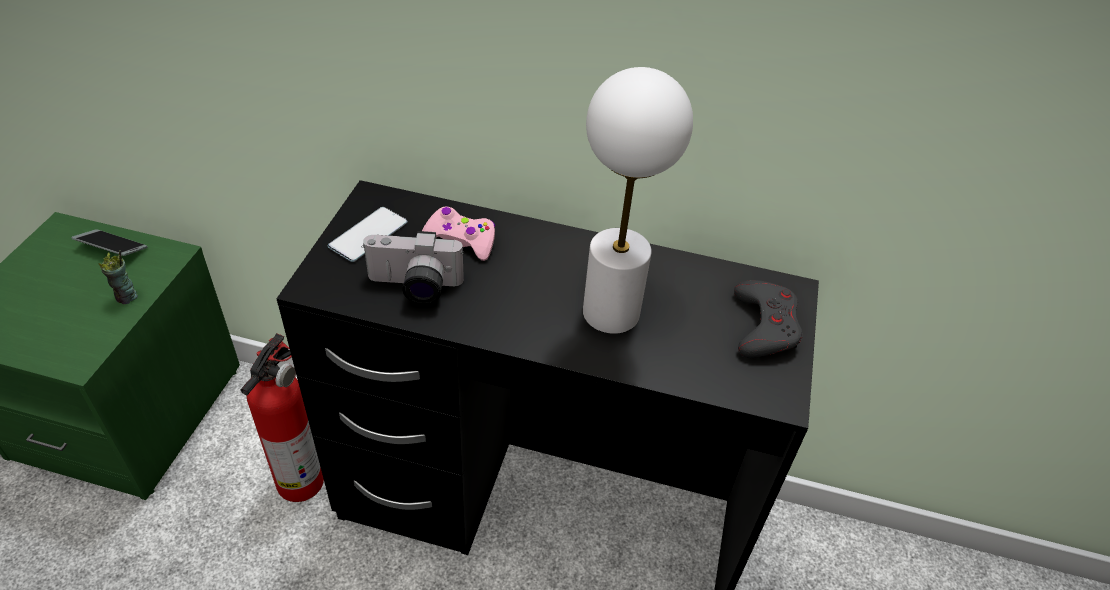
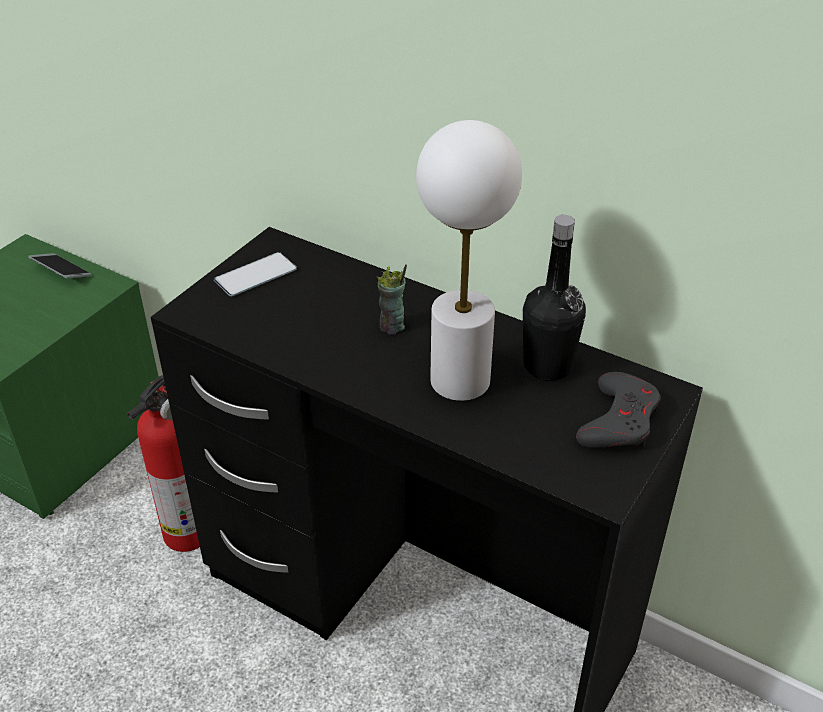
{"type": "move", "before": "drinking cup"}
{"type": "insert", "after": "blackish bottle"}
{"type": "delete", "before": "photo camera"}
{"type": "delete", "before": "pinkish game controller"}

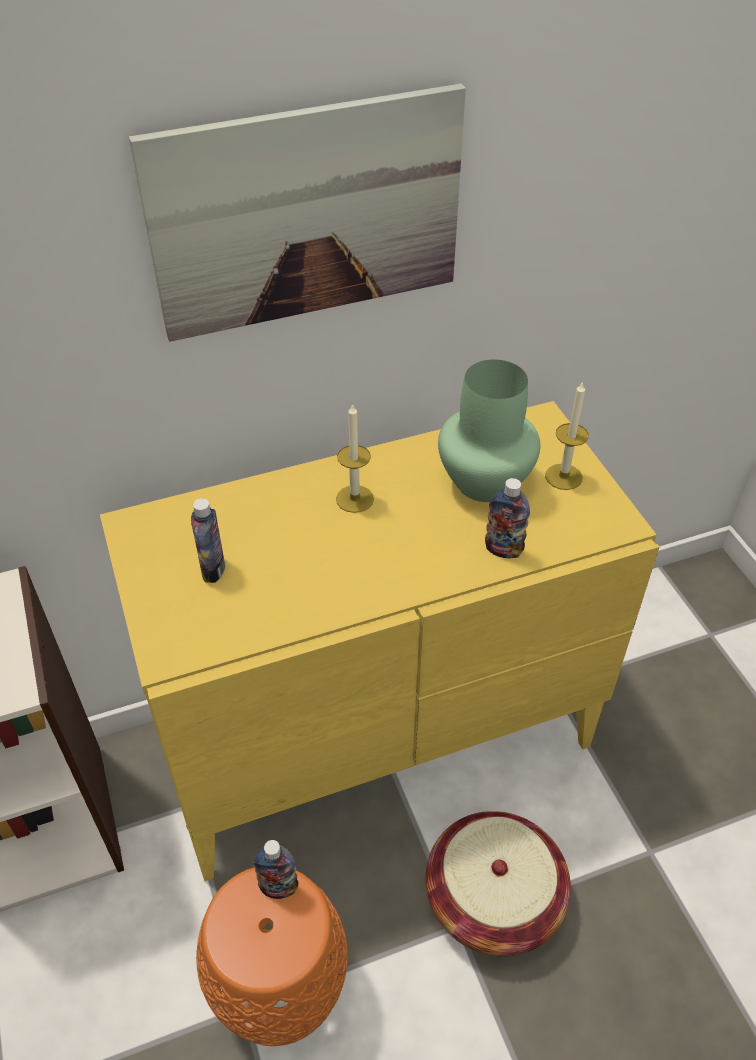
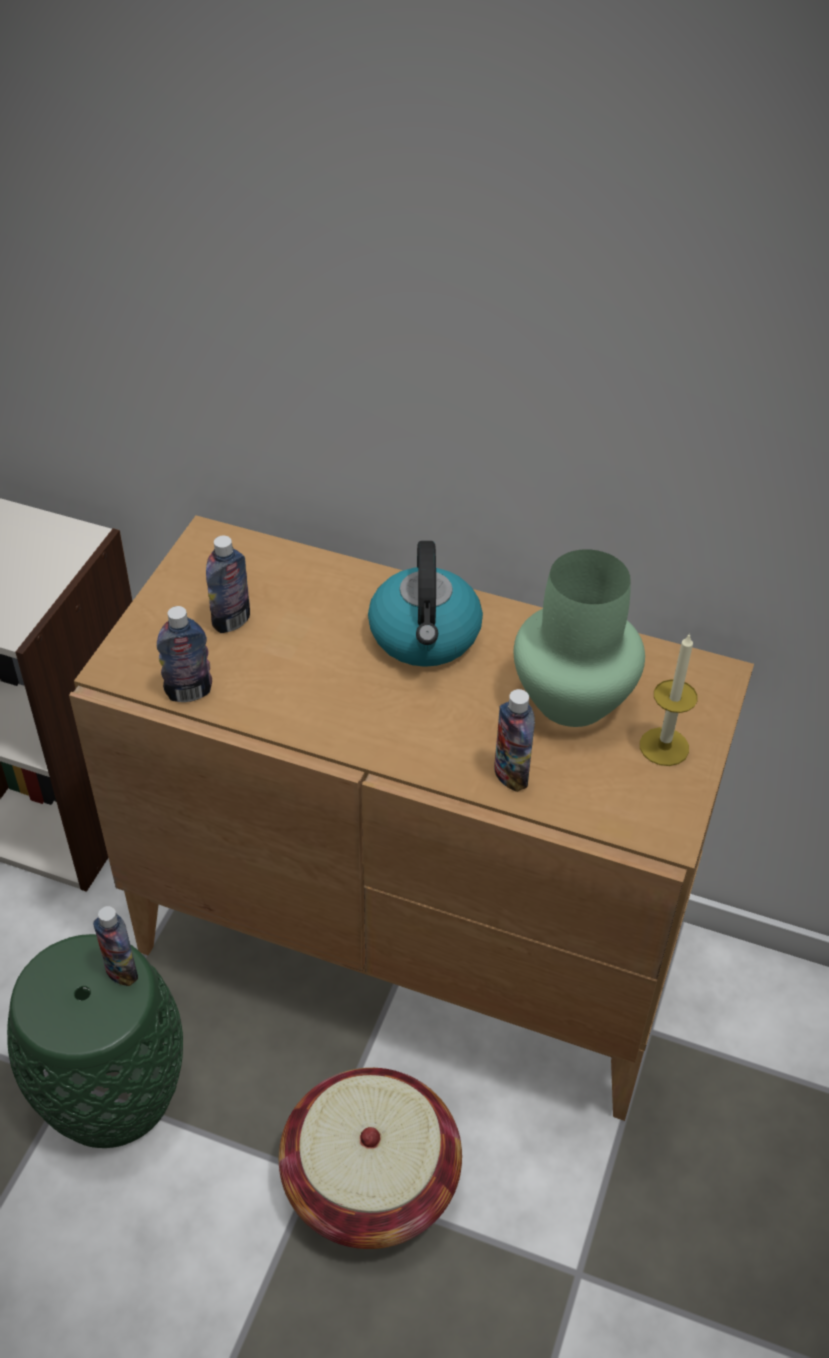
{"type": "recolor", "before": "orange-coloured stool seat", "after": "green stool seat"}
{"type": "recolor", "before": "yellow-coloured cupboard", "after": "brown cupboard"}
{"type": "insert", "after": "bottle (2nd from left)"}
{"type": "replace", "before": "wax light (1st from left)", "after": "tea kettle"}
{"type": "delete", "before": "wall art"}

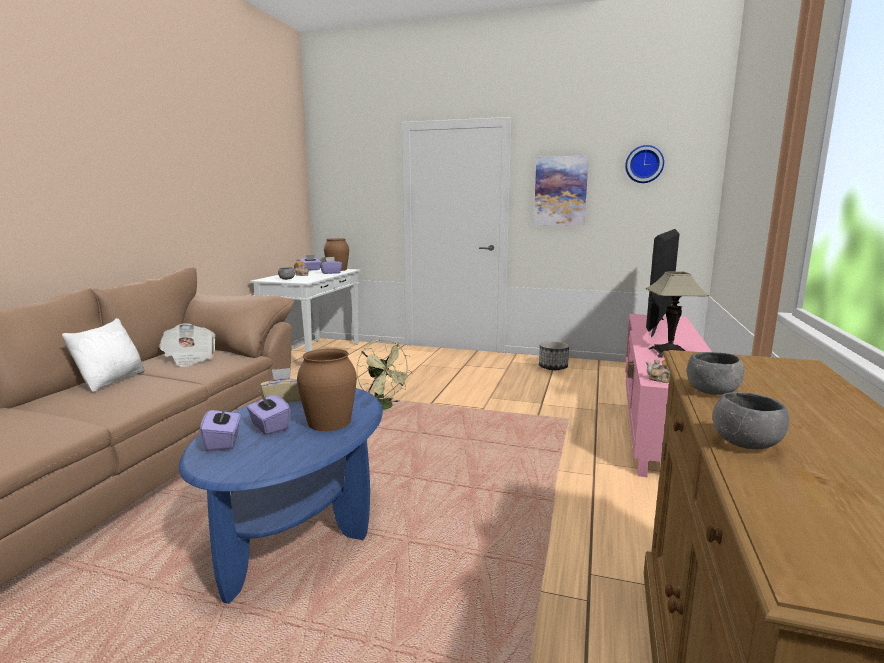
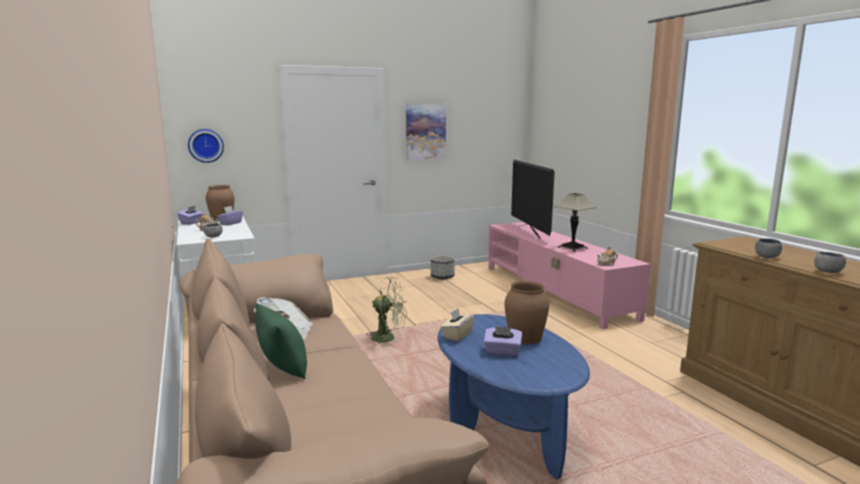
{"type": "move", "before": "wall clock"}
{"type": "recolor", "before": "white cushion", "after": "green cushion"}
{"type": "delete", "before": "purplish box of tissues (1st from left)"}

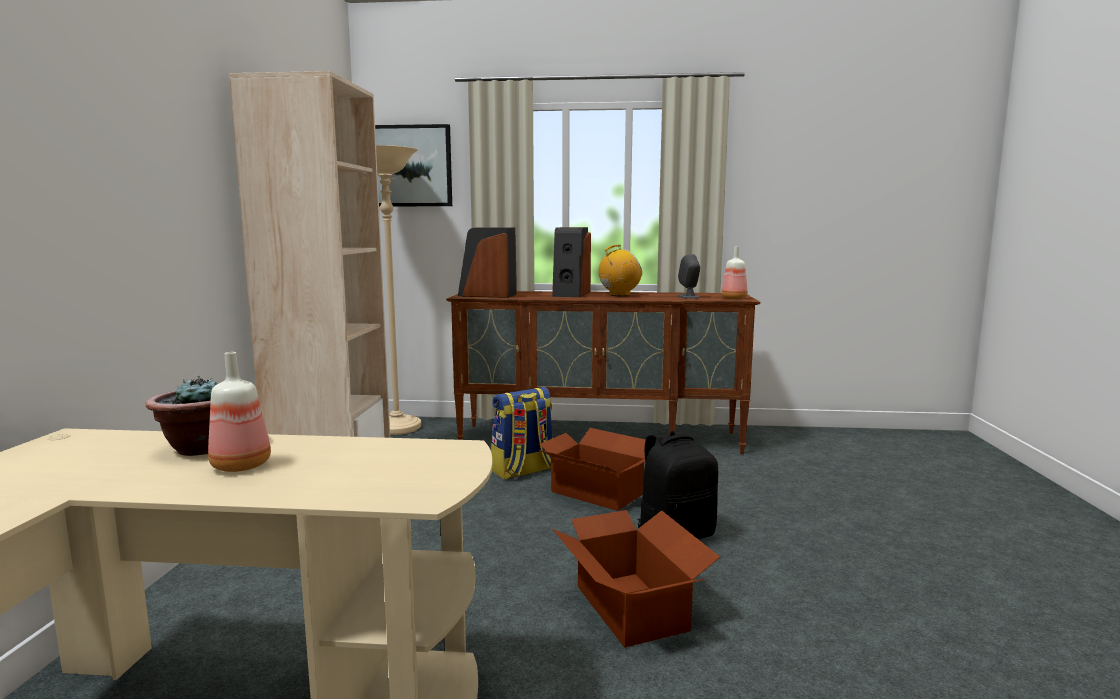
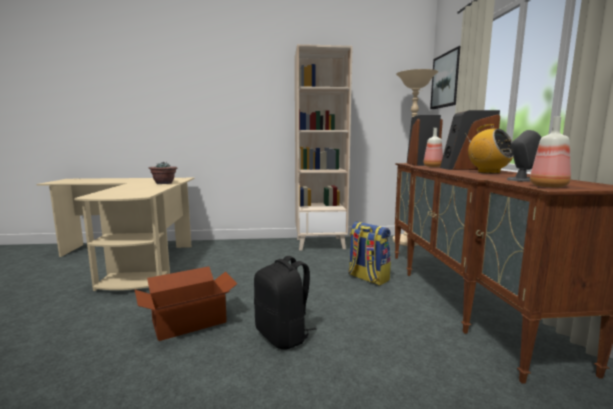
{"type": "move", "before": "bottle (1st from left)"}
{"type": "delete", "before": "packing box (1st from left)"}

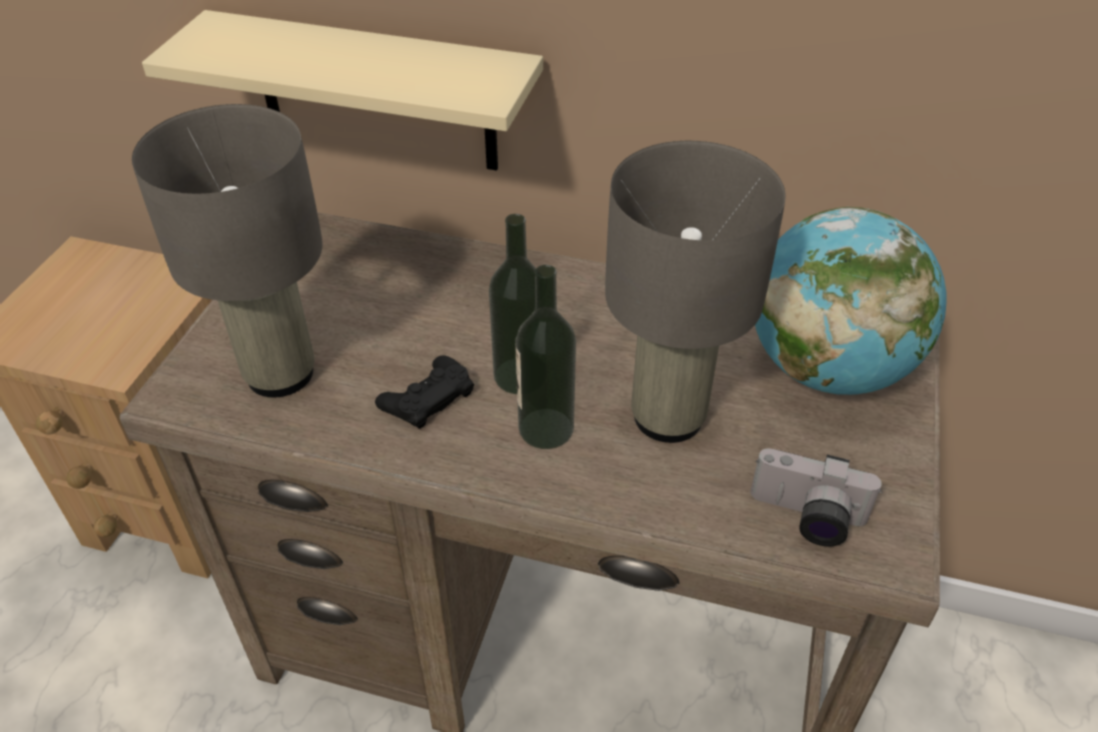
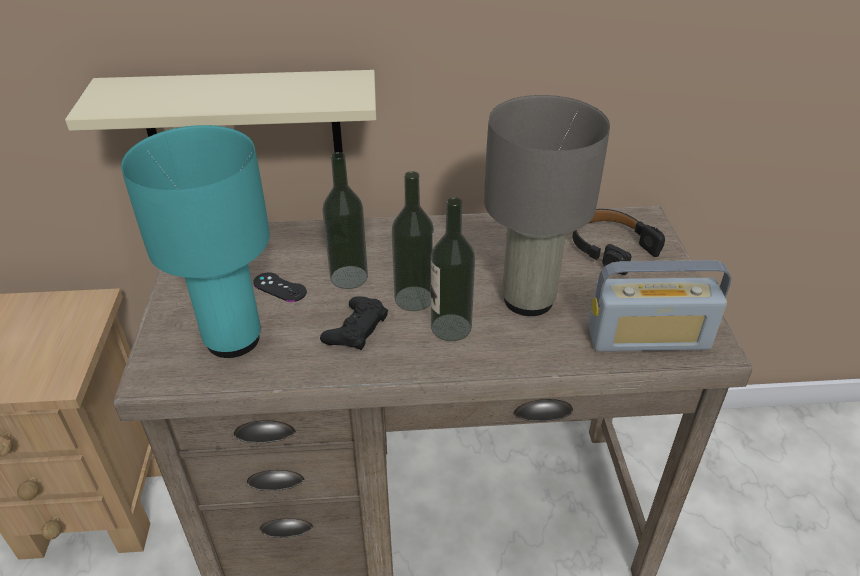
{"type": "recolor", "before": "grey tabletop lamp (1st from left)", "after": "turquoise-coloured tabletop lamp"}
{"type": "insert", "after": "blackish game controller (1st from left)"}
{"type": "insert", "after": "bottle (1st from left)"}
{"type": "replace", "before": "globe", "after": "blackish headset"}
{"type": "replace", "before": "photo camera", "after": "radio receiver"}

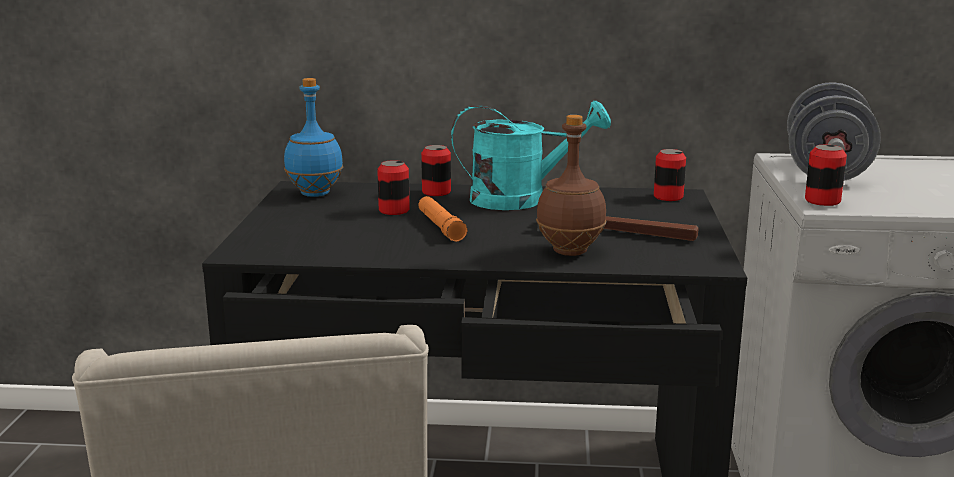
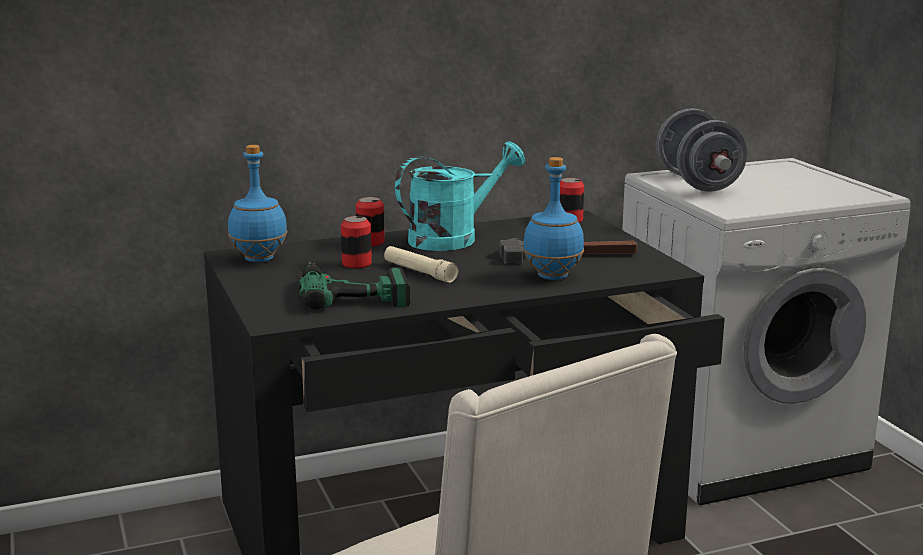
{"type": "insert", "after": "drill"}
{"type": "recolor", "before": "orange-coloured torch", "after": "beige torch"}
{"type": "recolor", "before": "brown bottle", "after": "blue bottle (2nd from left)"}
{"type": "delete", "before": "metal can (4th from left)"}

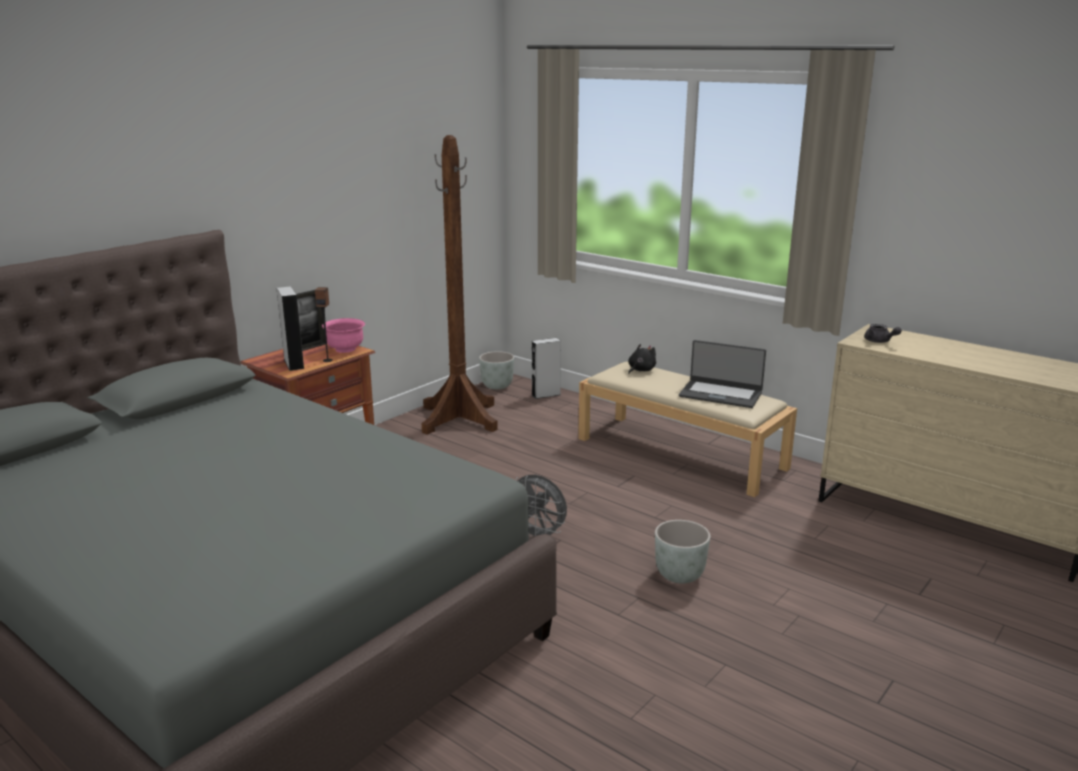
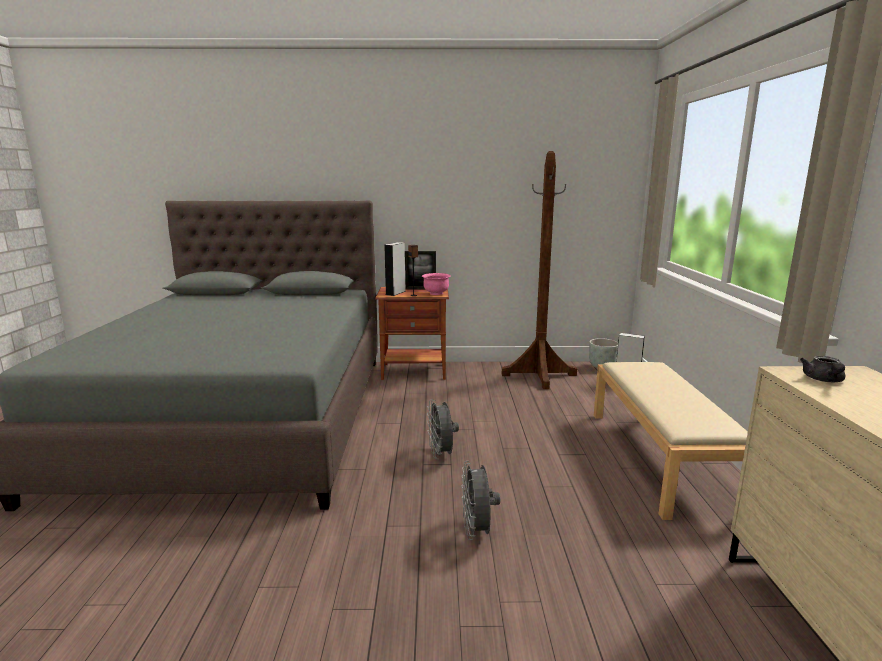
{"type": "replace", "before": "grey planter (2nd from left)", "after": "grey electric fan (2nd from left)"}
{"type": "delete", "before": "blackish cuddly toy"}
{"type": "delete", "before": "portable computer"}

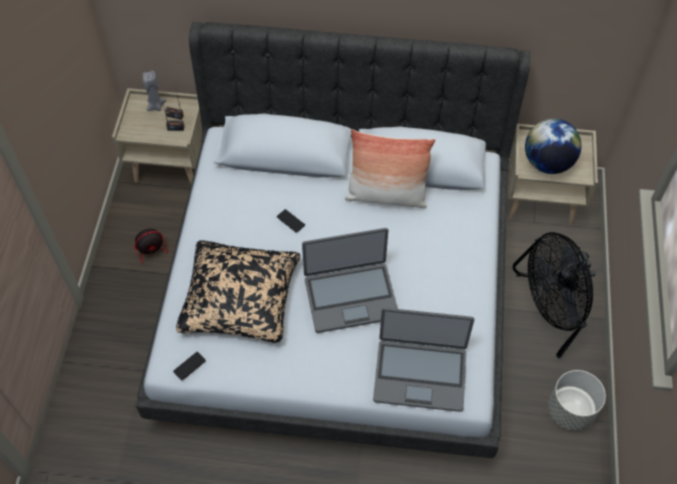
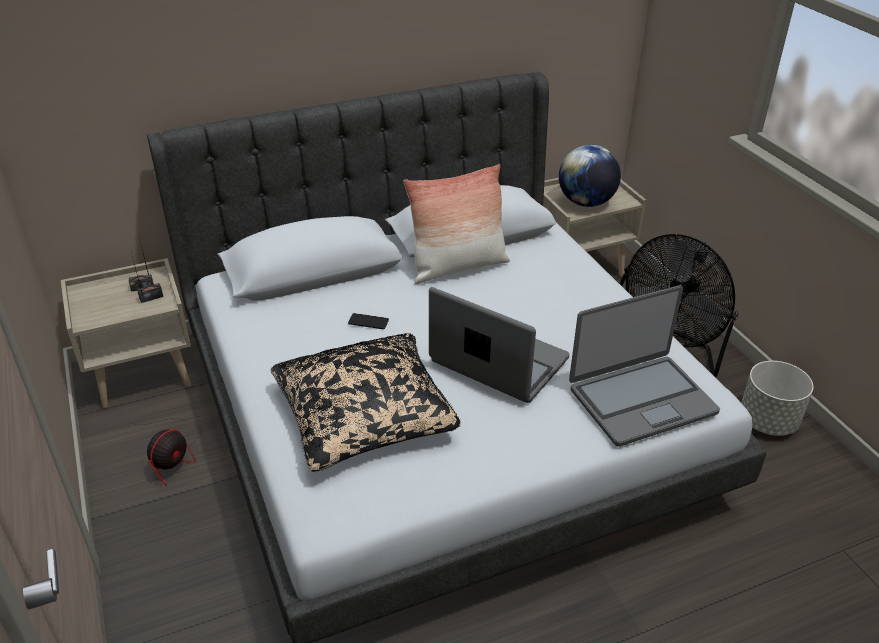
{"type": "rotate", "before": "portable computer (1st from left)", "turn": -105}
{"type": "delete", "before": "grey wax light"}
{"type": "delete", "before": "handset (1st from left)"}

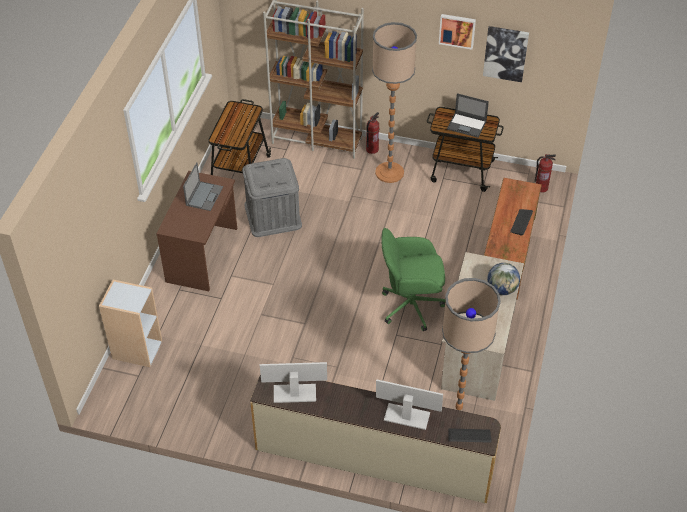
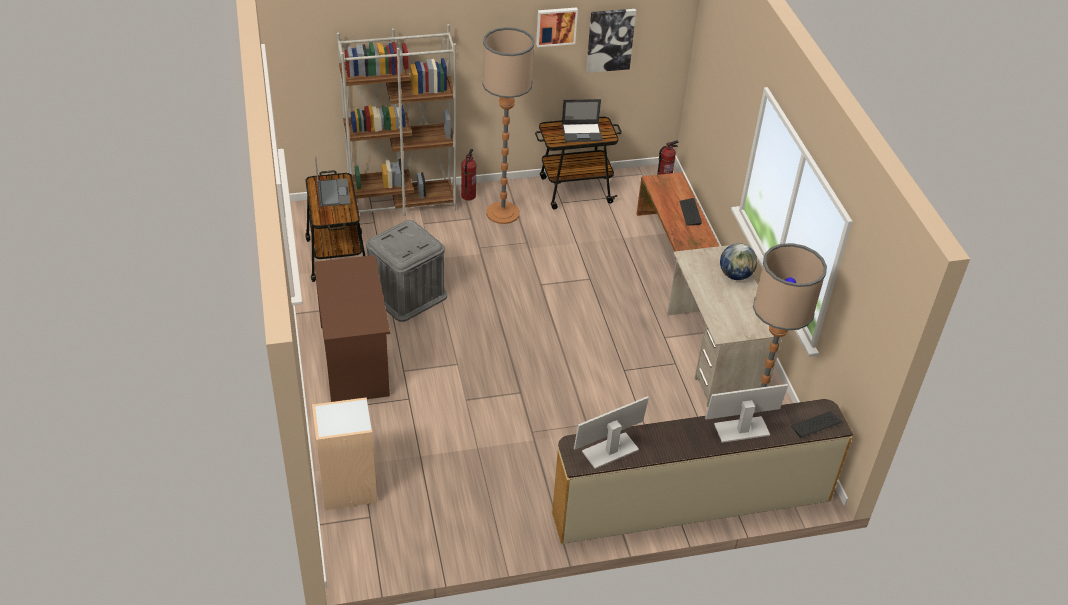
{"type": "move", "before": "portable computer (1st from left)"}
{"type": "delete", "before": "green office chair"}

